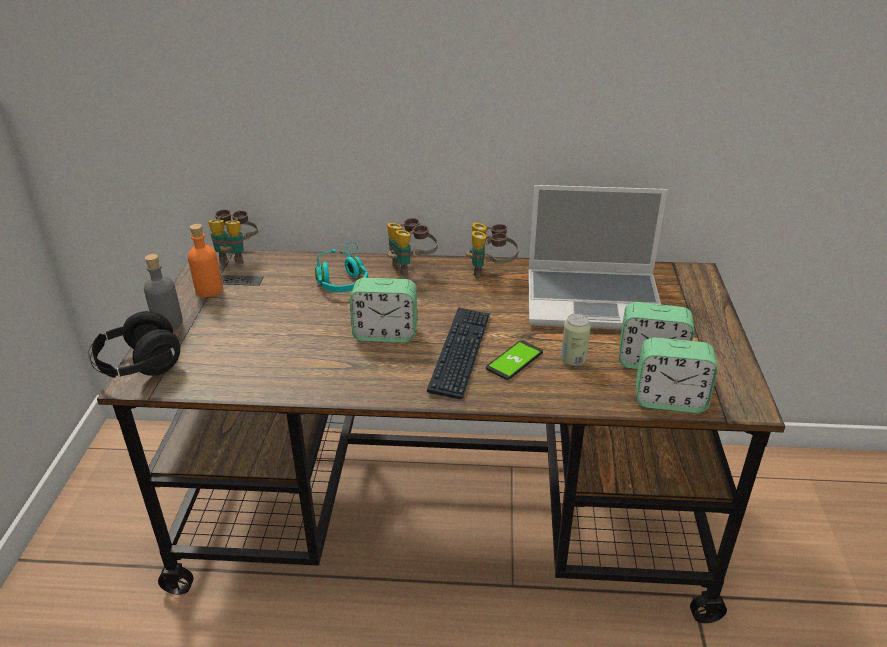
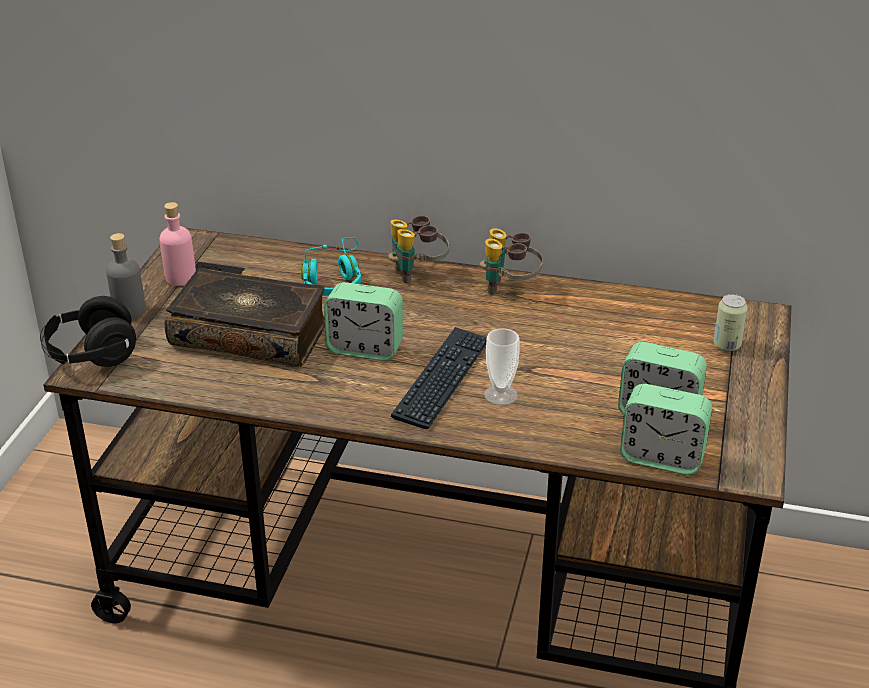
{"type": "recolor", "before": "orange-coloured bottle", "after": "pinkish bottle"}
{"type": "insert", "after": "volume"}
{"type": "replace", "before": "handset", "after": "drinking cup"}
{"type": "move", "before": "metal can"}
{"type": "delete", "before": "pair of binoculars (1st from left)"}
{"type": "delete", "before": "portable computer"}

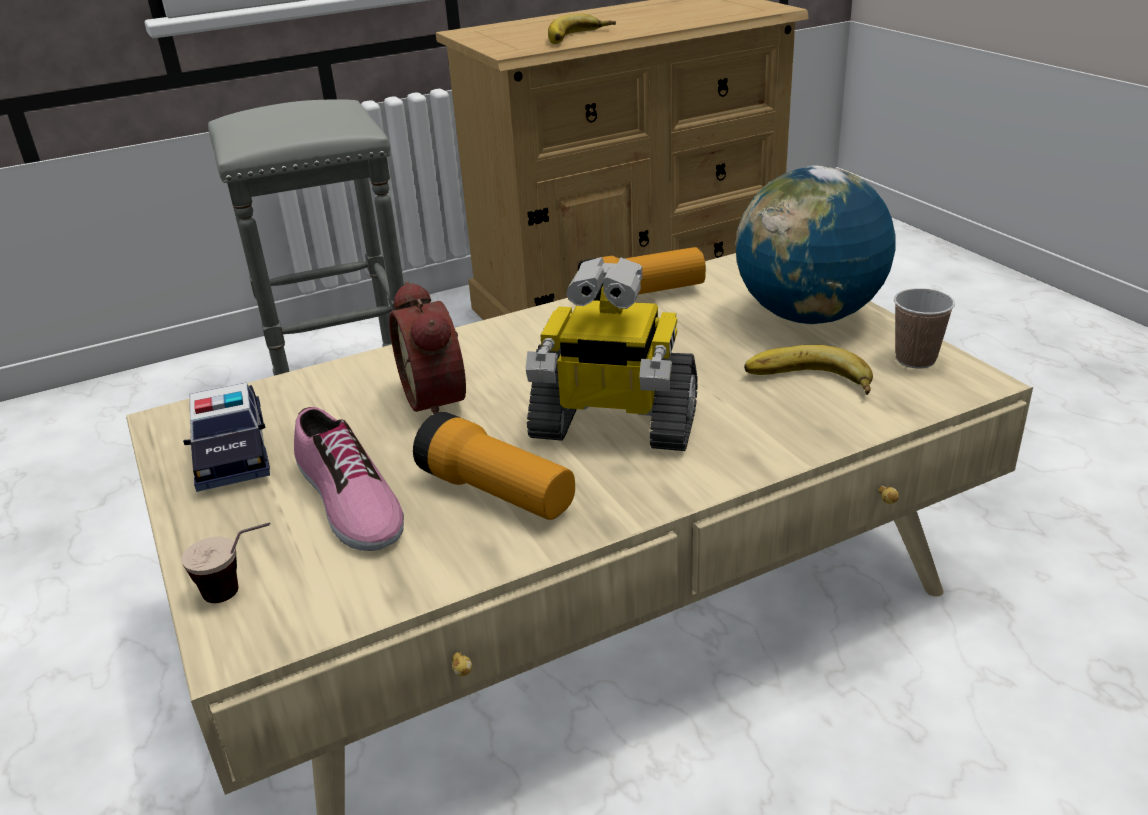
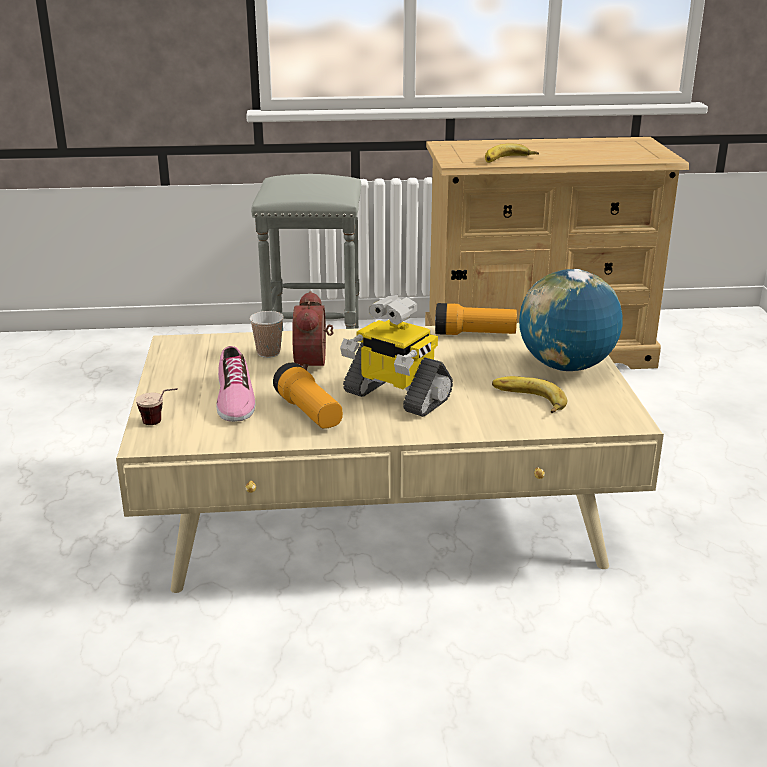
{"type": "move", "before": "drinking cup (2nd from left)"}
{"type": "delete", "before": "model car"}

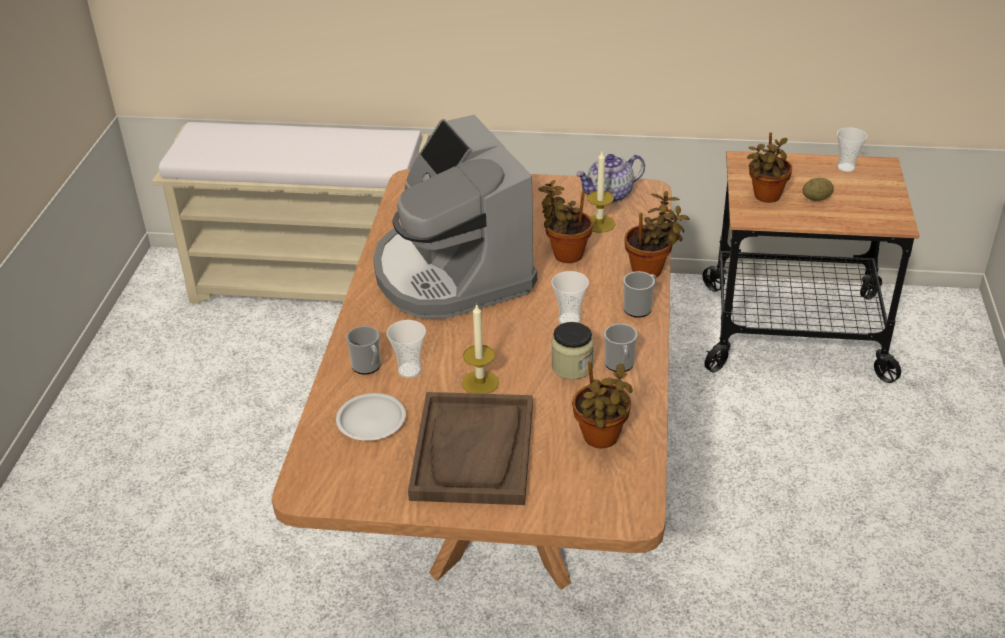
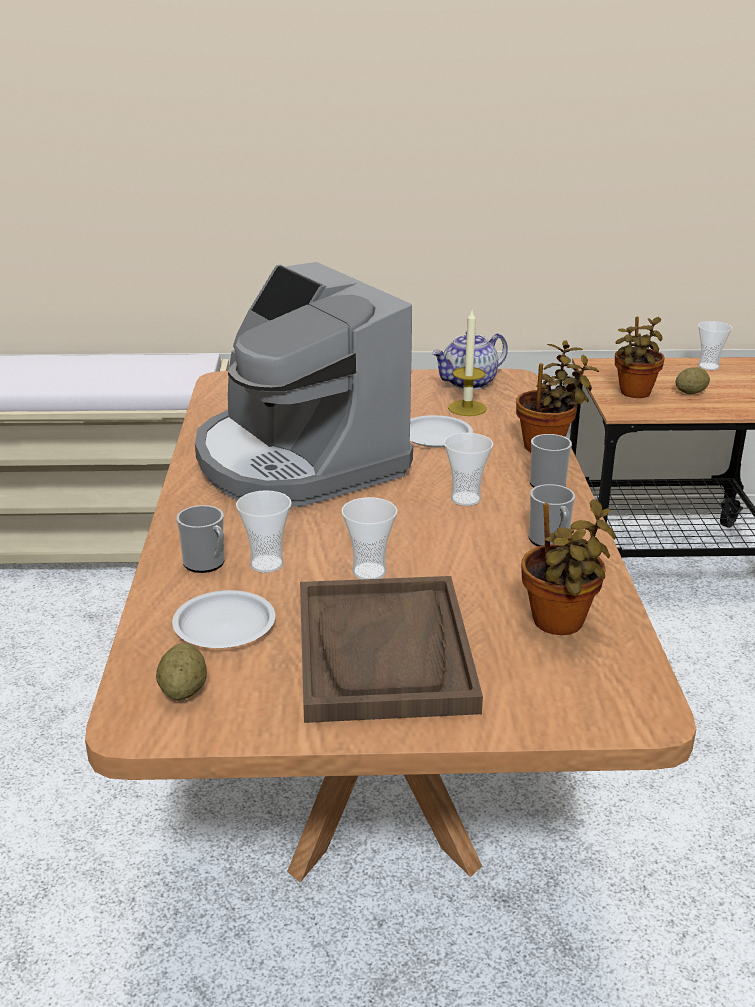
{"type": "insert", "after": "whole potato (1st from left)"}
{"type": "replace", "before": "wax light (1st from left)", "after": "drinking cup (2nd from left)"}
{"type": "replace", "before": "plant in a pot (1st from left)", "after": "white flat dish (2nd from left)"}
{"type": "delete", "before": "jar"}

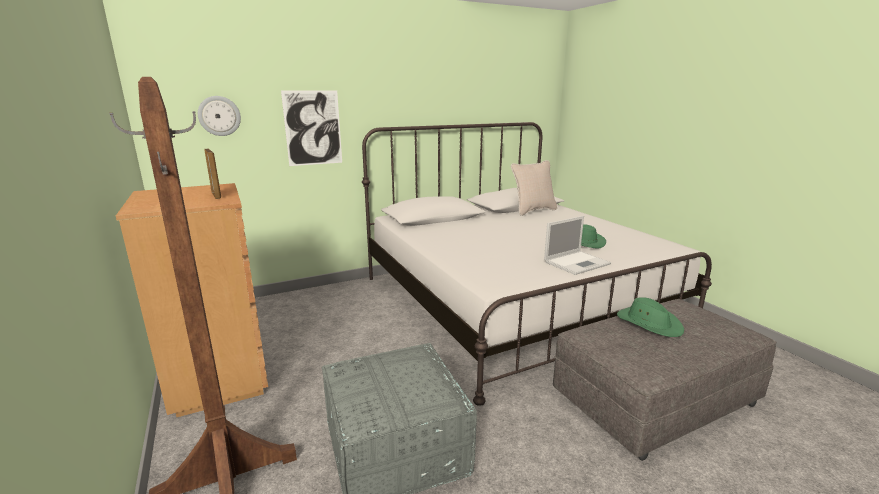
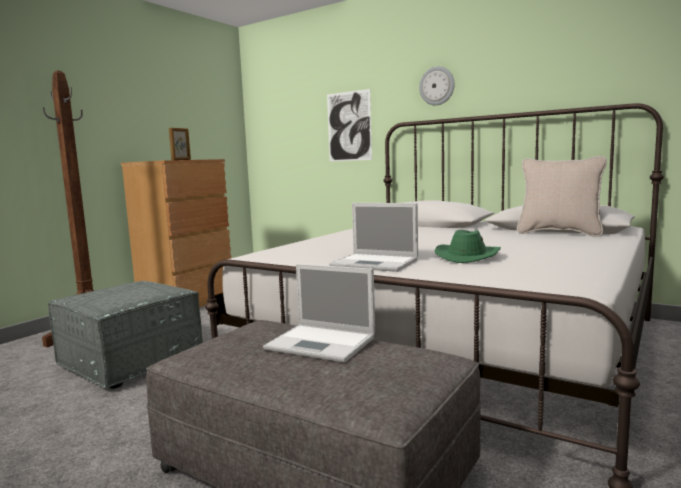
{"type": "replace", "before": "green wearable hat (2nd from left)", "after": "portable computer (1st from left)"}
{"type": "move", "before": "wall clock"}

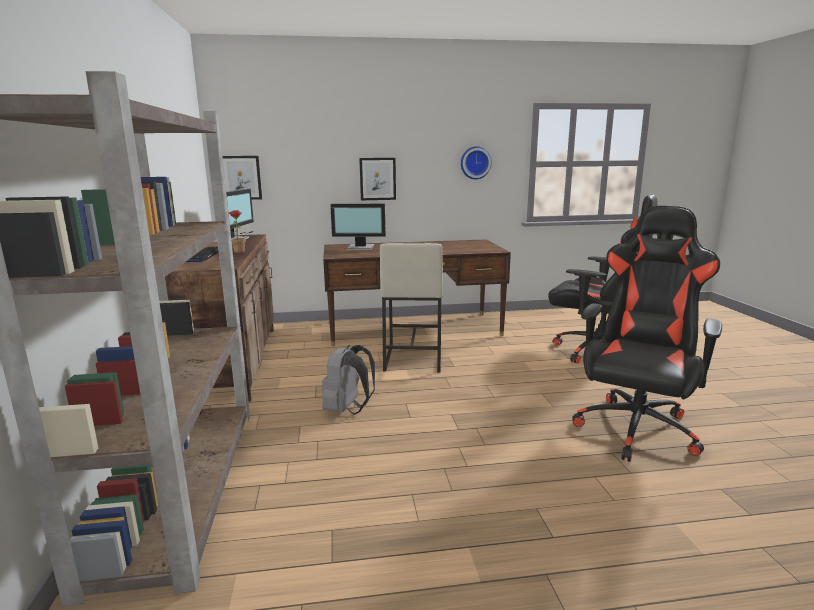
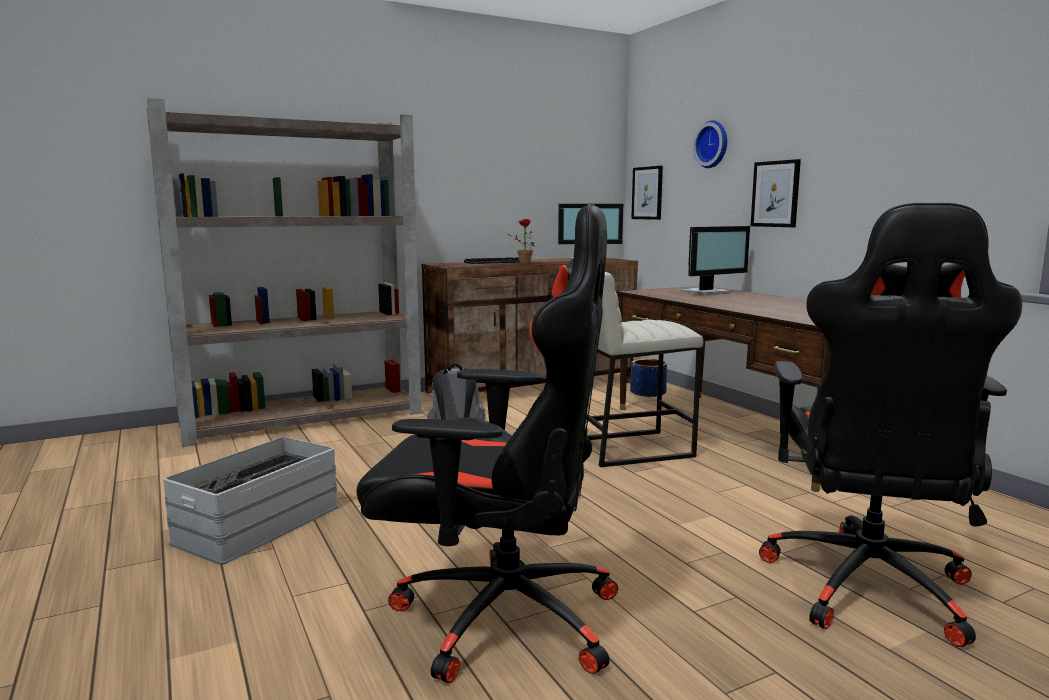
{"type": "insert", "after": "grey storage container"}
{"type": "insert", "after": "blue planter"}
{"type": "rotate", "before": "computer screen (2nd from left)", "turn": -105}
{"type": "move", "before": "wall clock"}

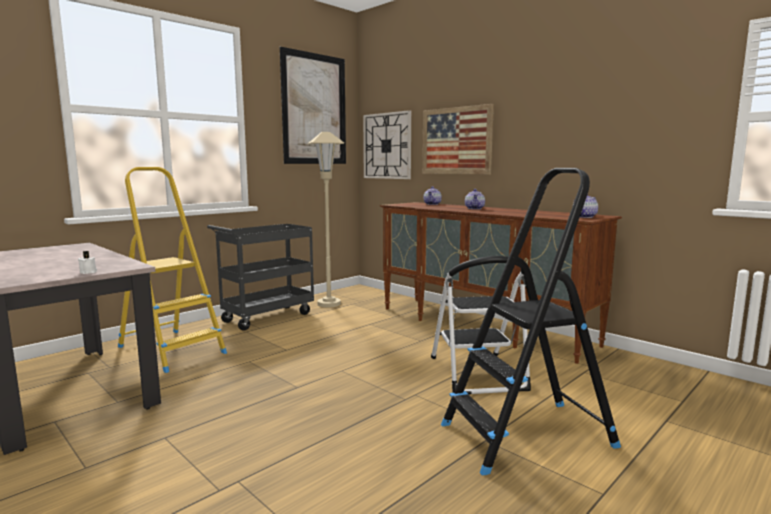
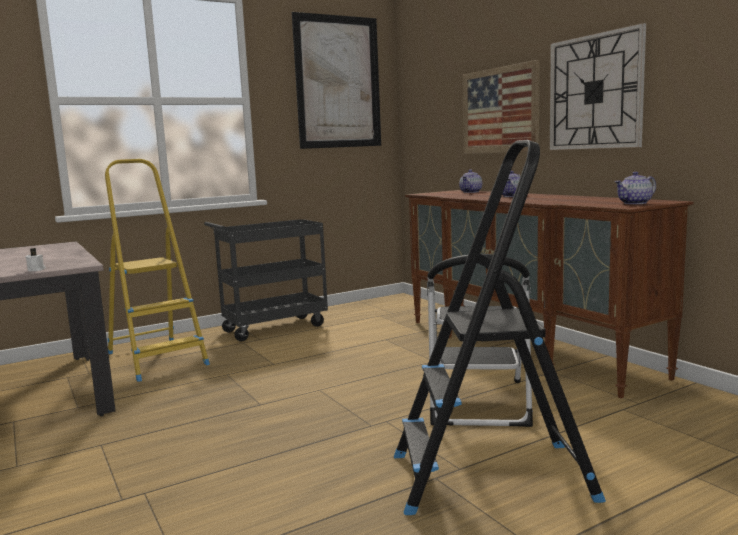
{"type": "move", "before": "wall clock"}
{"type": "delete", "before": "beige standard lamp"}

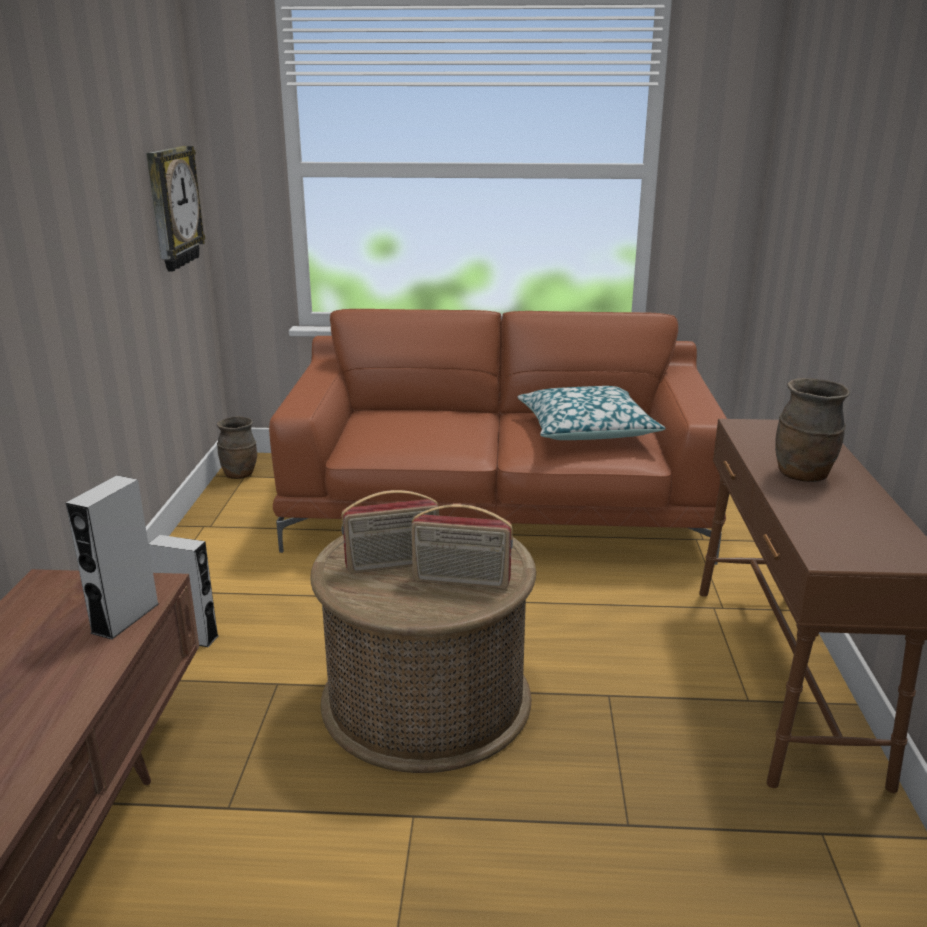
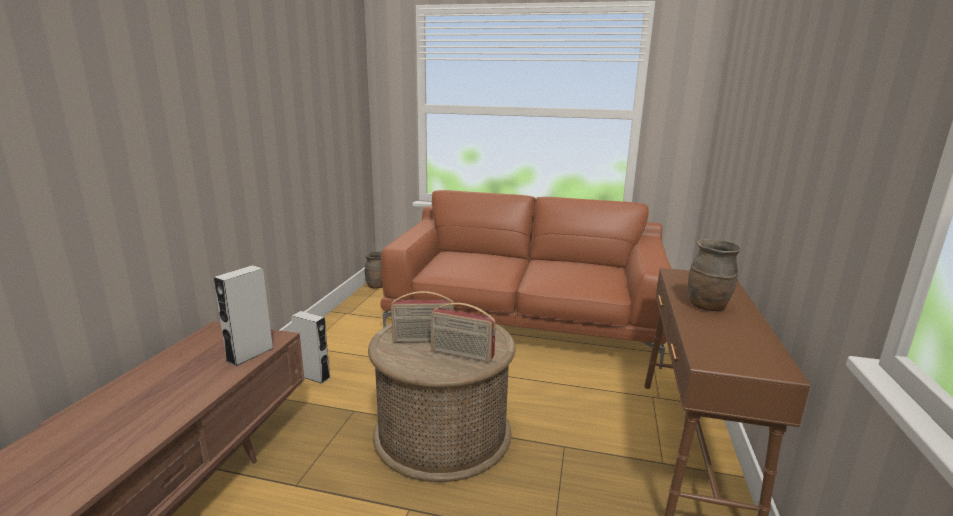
{"type": "delete", "before": "wall clock"}
{"type": "delete", "before": "cushion"}

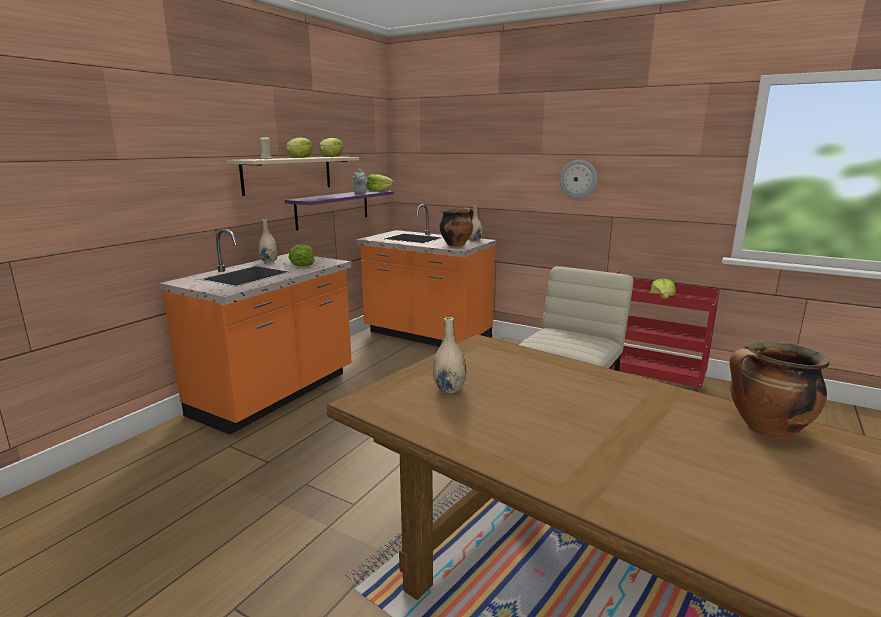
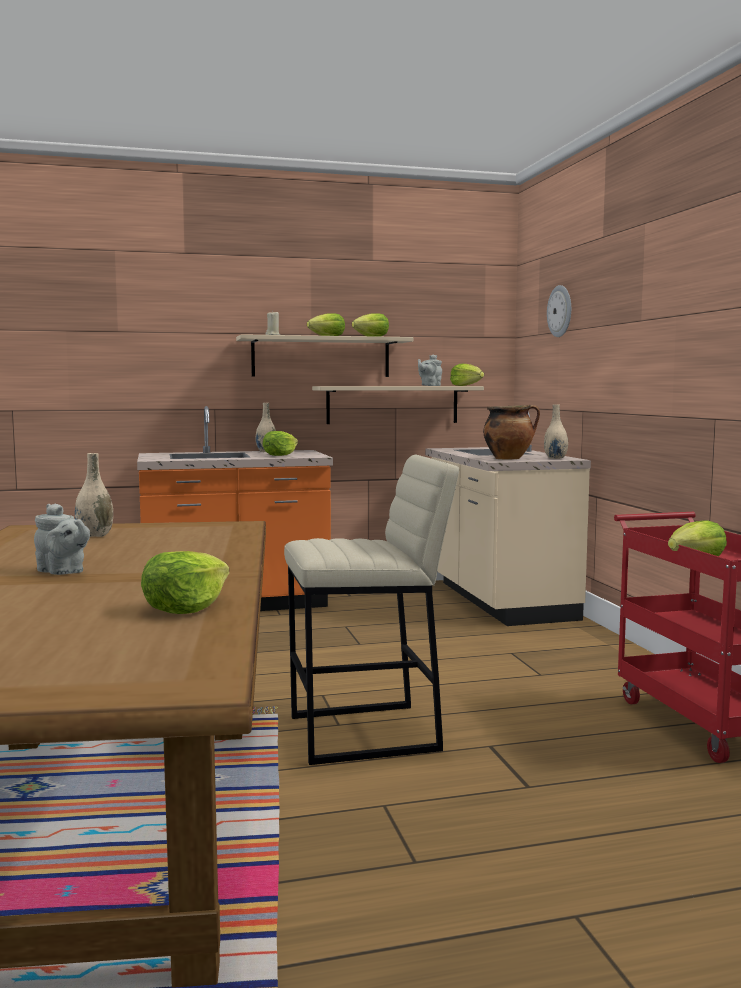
{"type": "insert", "after": "grey teapot (1st from left)"}
{"type": "replace", "before": "saucepot (2nd from left)", "after": "lettuce head (1st from left)"}
{"type": "recolor", "before": "purplish shelf", "after": "beige shelf (2nd from left)"}
{"type": "recolor", "before": "orange-coloured kitchen counter (2nd from left)", "after": "beige kitchen counter"}
{"type": "move", "before": "wall clock"}

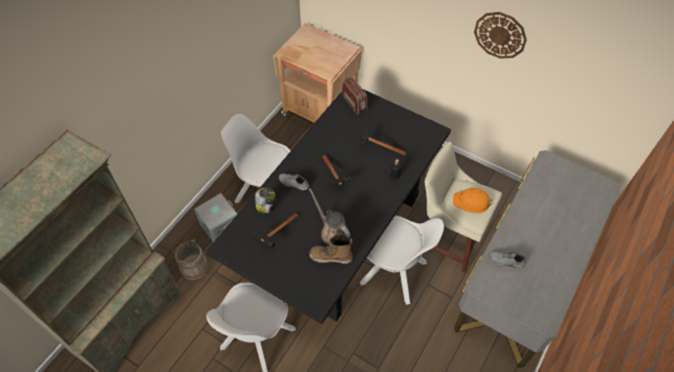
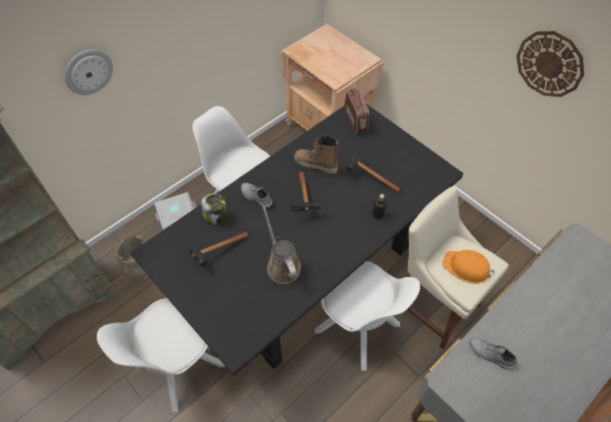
{"type": "insert", "after": "wall clock (1st from left)"}
{"type": "move", "before": "boot"}

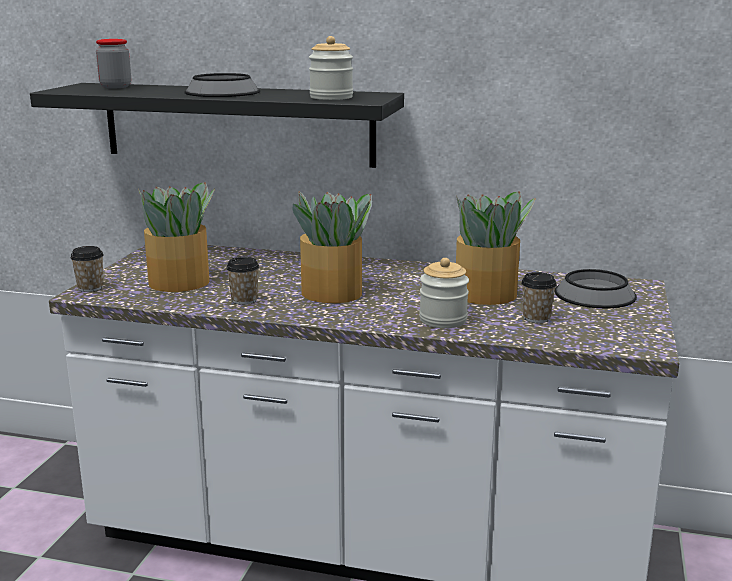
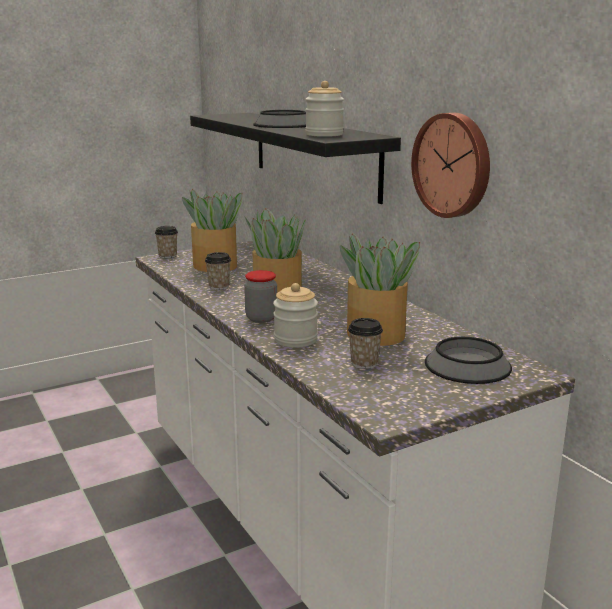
{"type": "move", "before": "jar (1st from left)"}
{"type": "insert", "after": "wall clock"}

